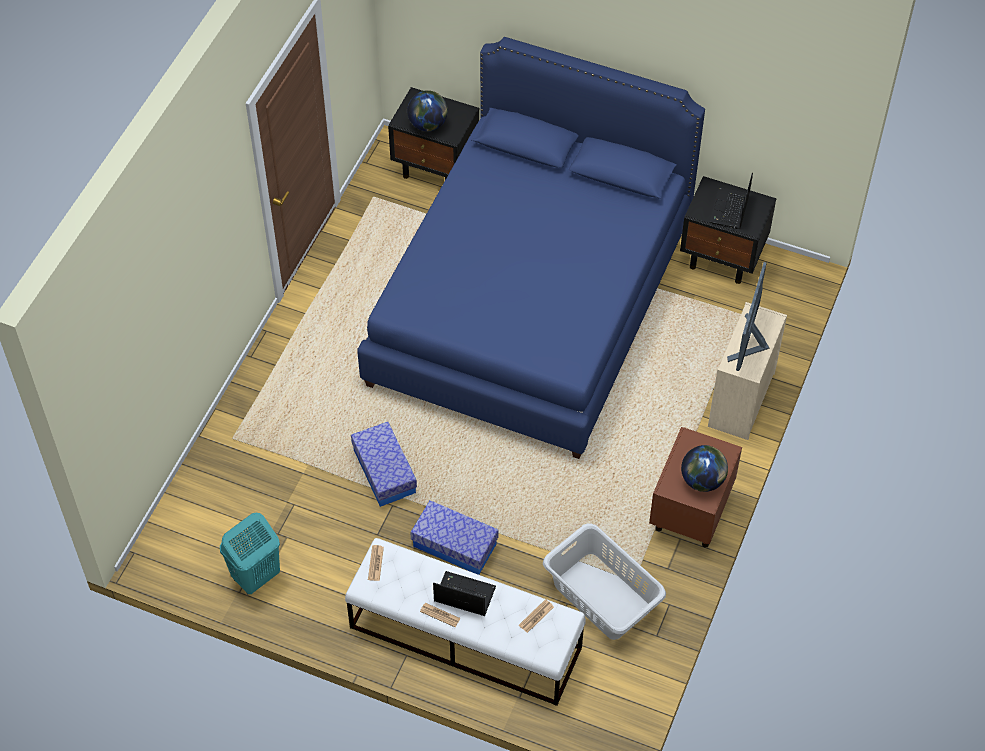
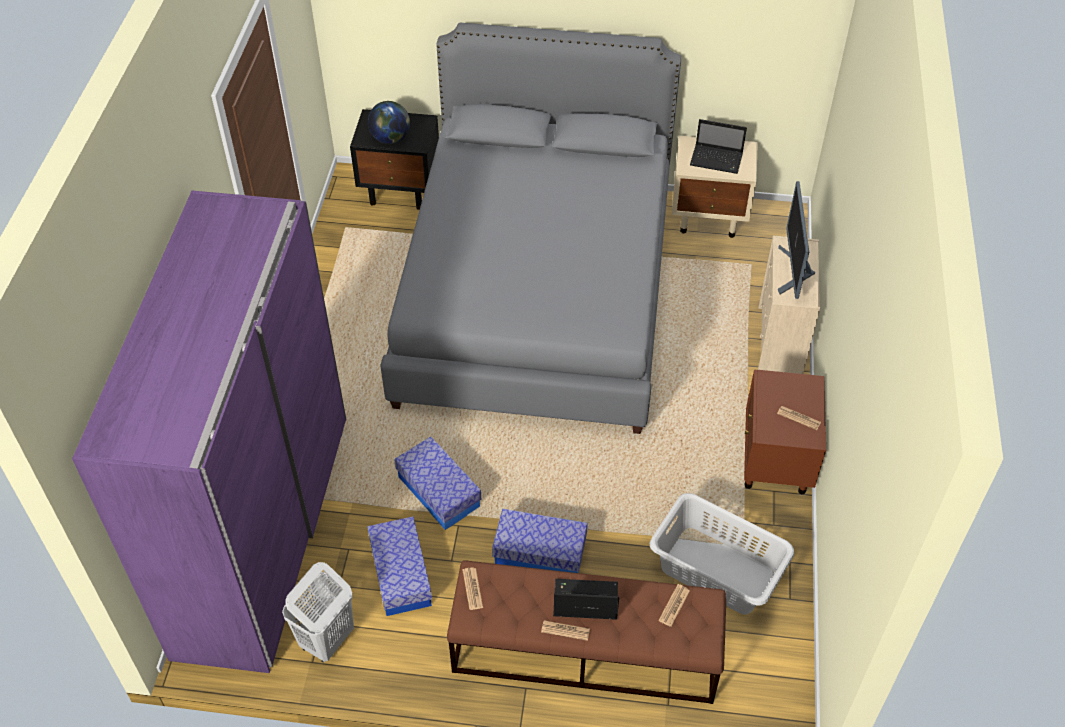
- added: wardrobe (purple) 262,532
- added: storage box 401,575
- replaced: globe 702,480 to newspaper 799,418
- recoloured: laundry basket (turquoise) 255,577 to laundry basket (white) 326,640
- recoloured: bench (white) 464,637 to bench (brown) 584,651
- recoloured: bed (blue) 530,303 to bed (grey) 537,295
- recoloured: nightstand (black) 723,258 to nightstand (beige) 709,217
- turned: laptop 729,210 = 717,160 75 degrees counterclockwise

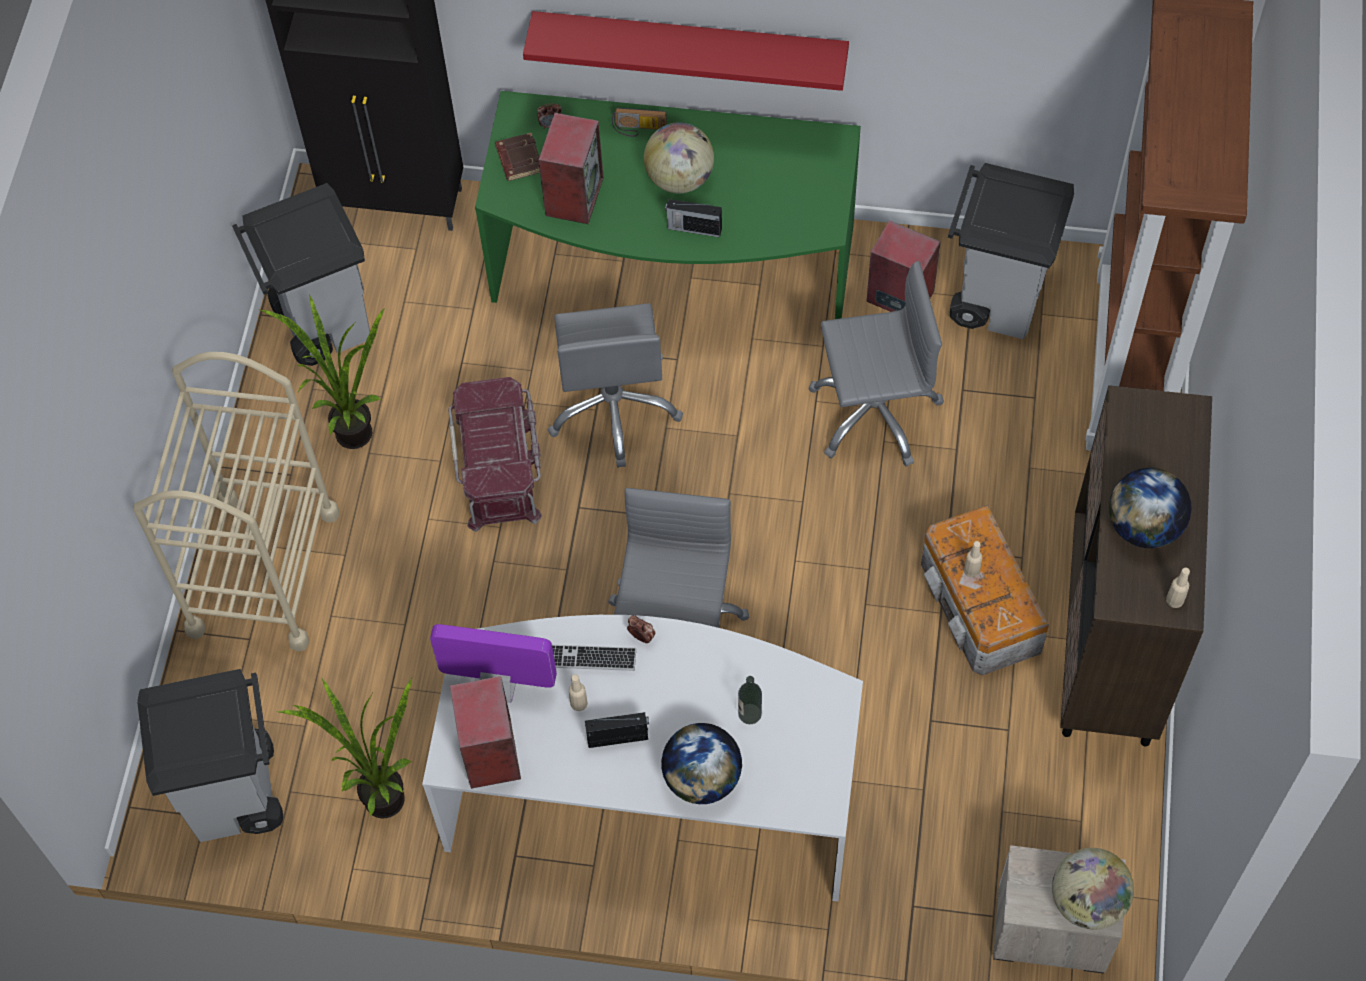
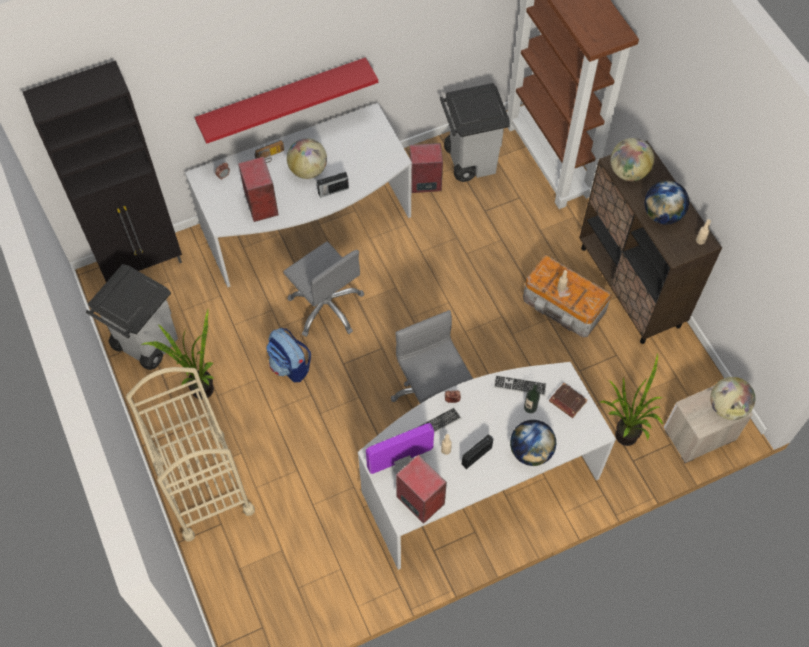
- removed: trash can (grey) 236,795
- removed: office chair (grey) 874,412
- added: keyboard 519,386
- added: globe 628,172
- moved: potted plant 377,795 to 620,436
- moved: book (brown) 518,159 to 567,402
- replaced: storage box (red) 500,468 to backpack 290,366
- recoloured: desk (green) 672,272 to desk (white) 308,226

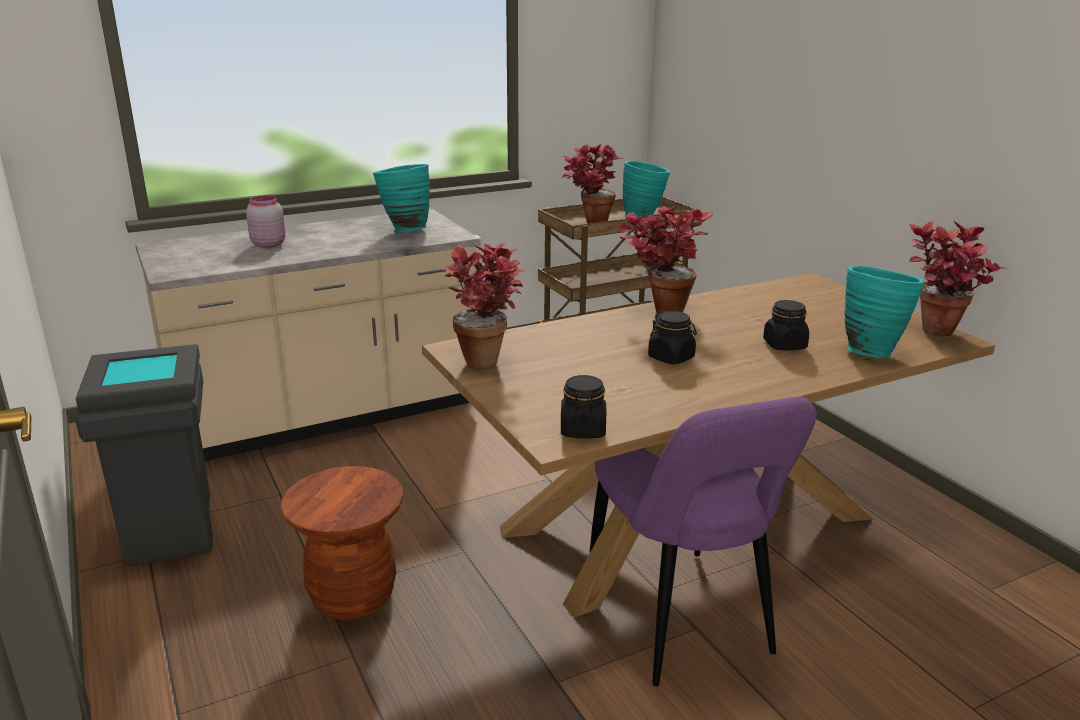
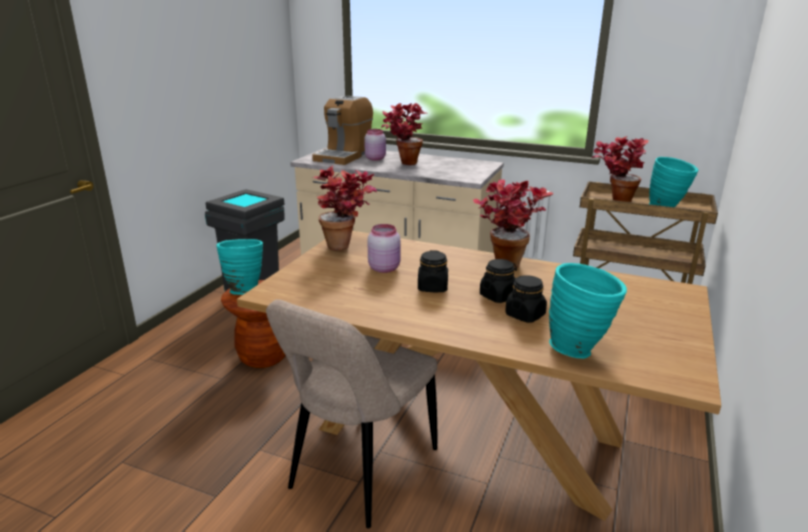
- added: coffee machine 344,155
- added: jar (pink) 384,268
- moved: vase (turquoise) 404,230 to 244,289
- moved: jar (black) 582,430 to 498,296
- moved: potted plant 938,336 to 403,164
- recoloured: chair (purple) 681,621 to chair (beige) 360,472

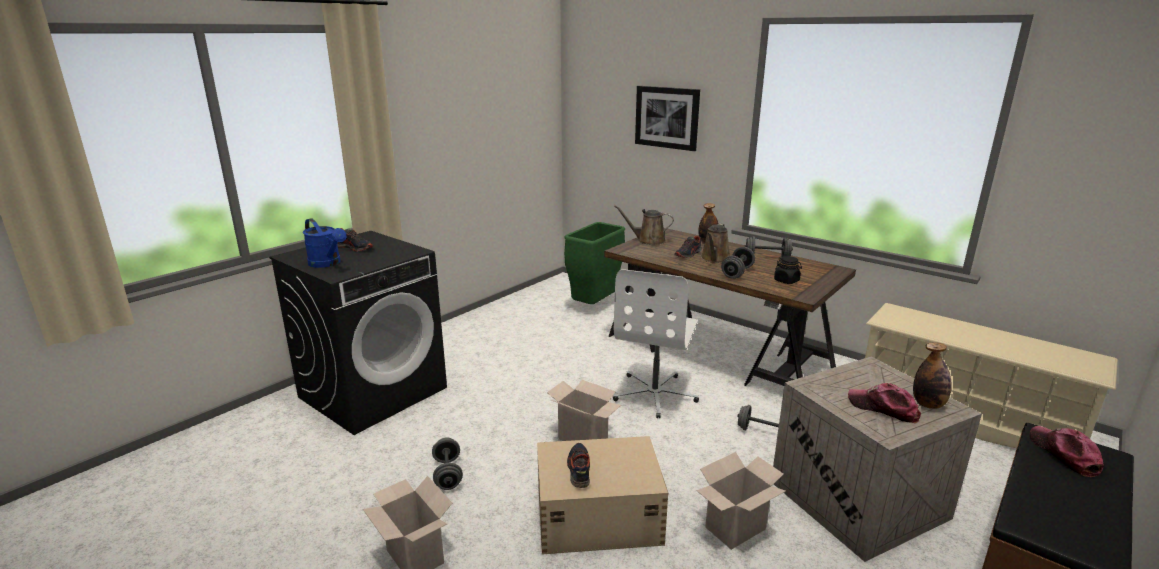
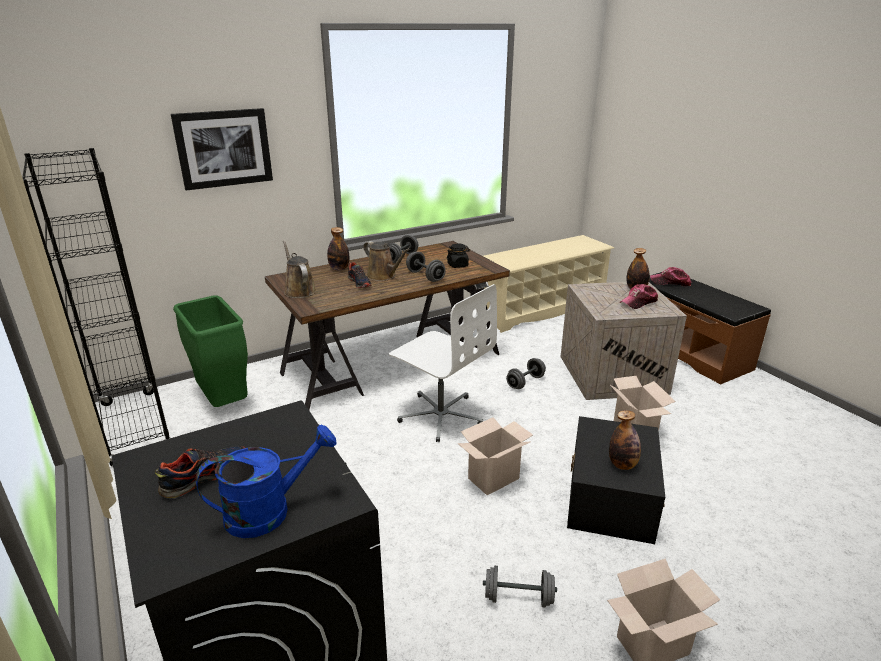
- added: bookcase (black) 135,427
- replaced: shoe 579,470 to bottle 622,465
- recoloured: storage box (beige) 596,516 to storage box (black) 610,498
- turned: watering can (brown) 648,241 = 299,290 120 degrees clockwise

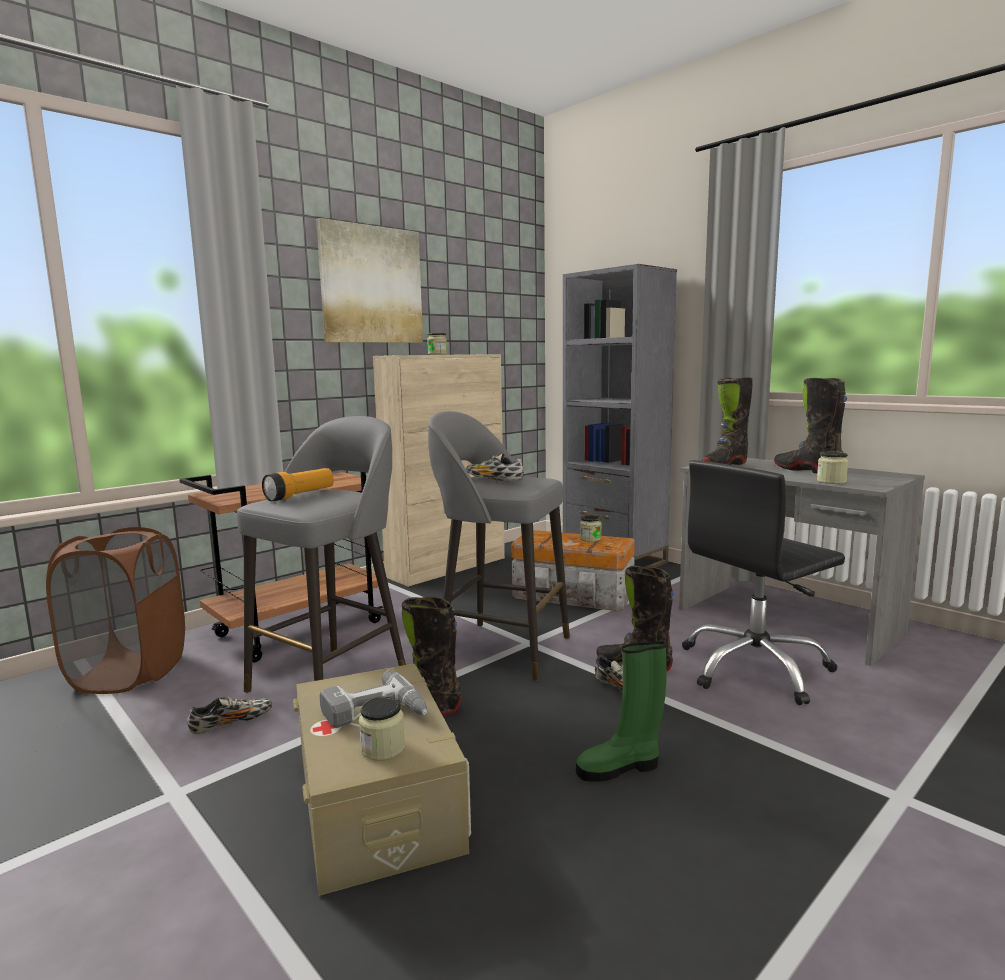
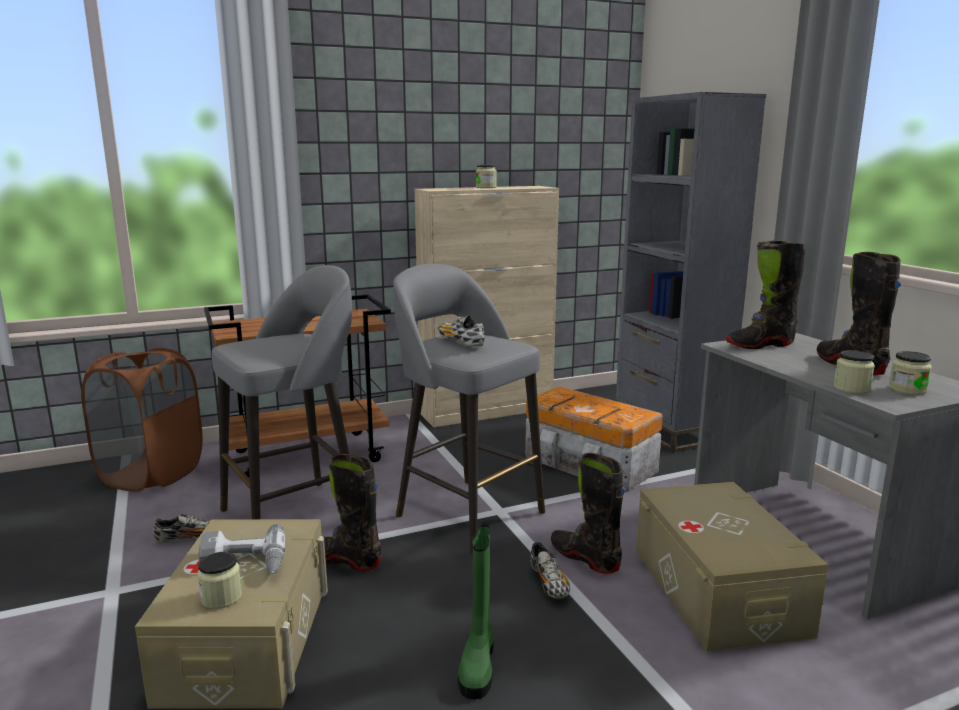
- removed: flashlight 300,495
- removed: picture 371,285
- moved: jar 590,539 to 907,389
- replaced: office chair (black) 755,668 to storage box (beige) 717,591
- turned: boot (green) 620,768 = 478,665 90 degrees counterclockwise

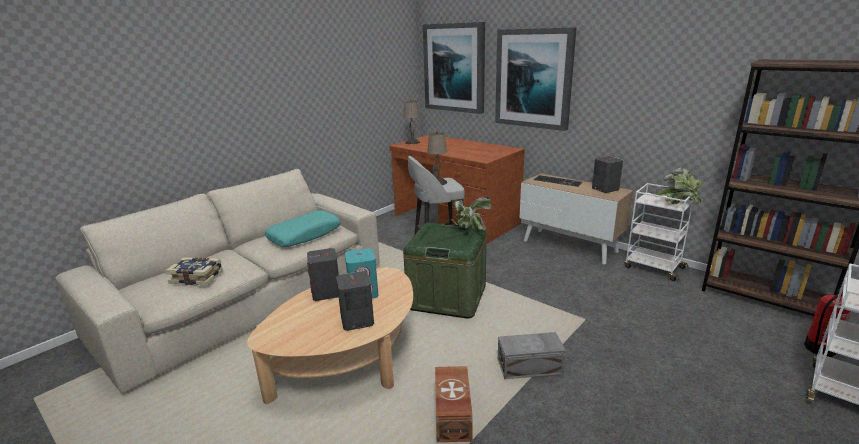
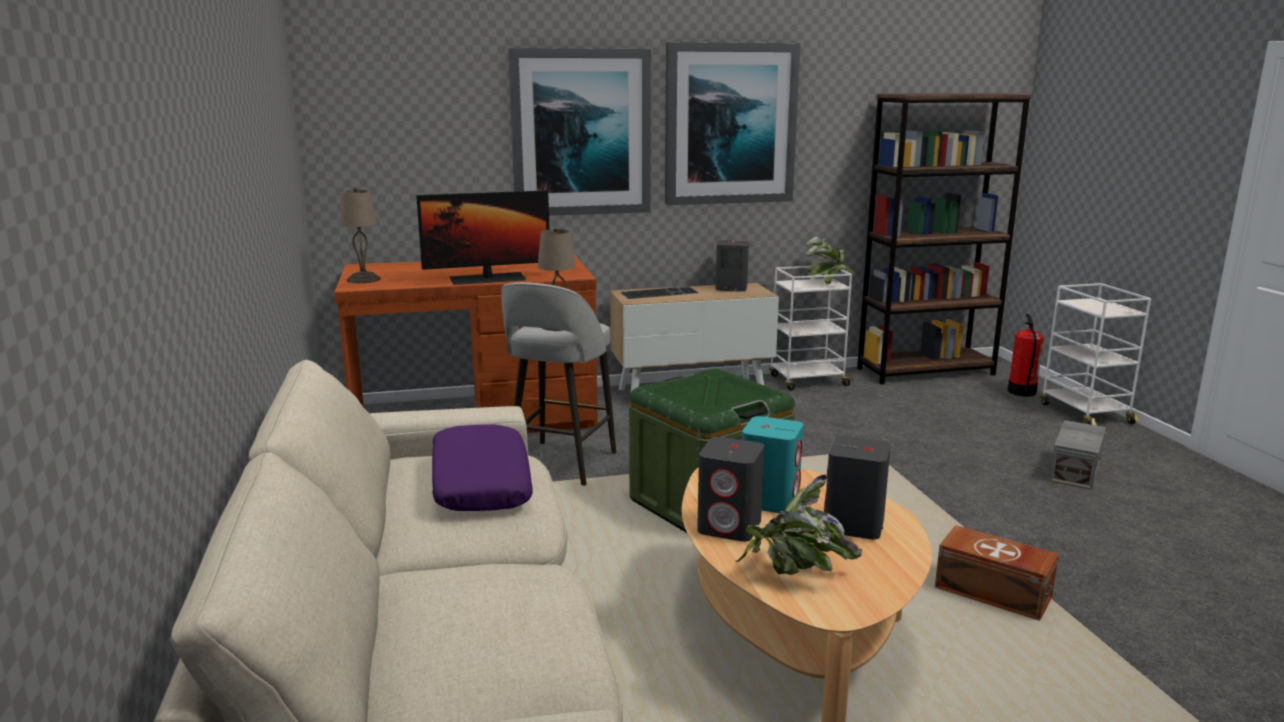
- removed: book 197,277
- added: monitor 487,279
- moved: picture 454,68 to 729,124
- moved: potted plant 469,230 to 794,574
- moved: storage box (grey) 530,368 to 1076,471
- recoloured: pillow (turquoise) 304,235 to pillow (purple) 480,483

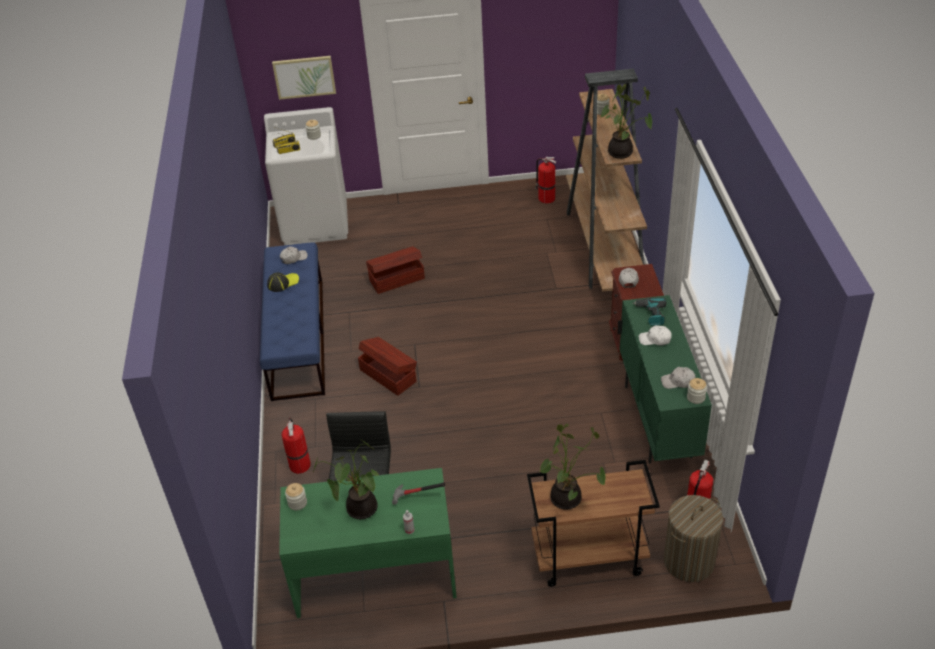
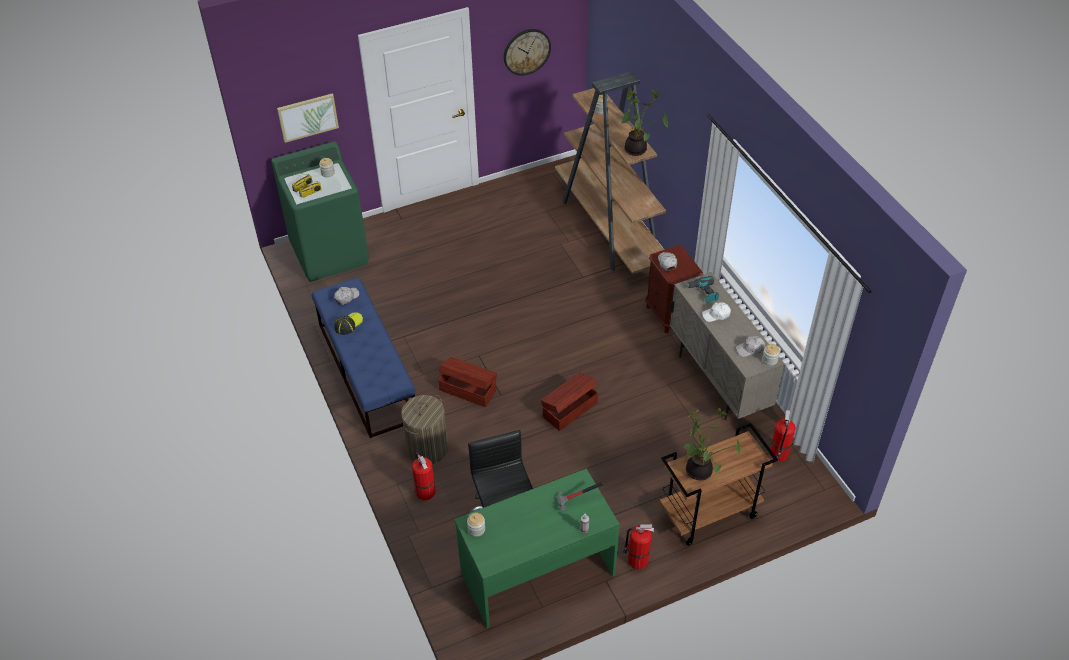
- removed: potted plant 359,509
- added: wall clock 526,51
- moved: storage box (brown) 396,279 to 569,409
- moved: fire extinguisher 545,198 to 636,560
- moved: laundry basket 689,561 to 427,449
- recoloured: washing machine (white) 316,223 to washing machine (green) 330,253
- recoloured: cabinet (green) 657,421 to cabinet (beige) 718,382

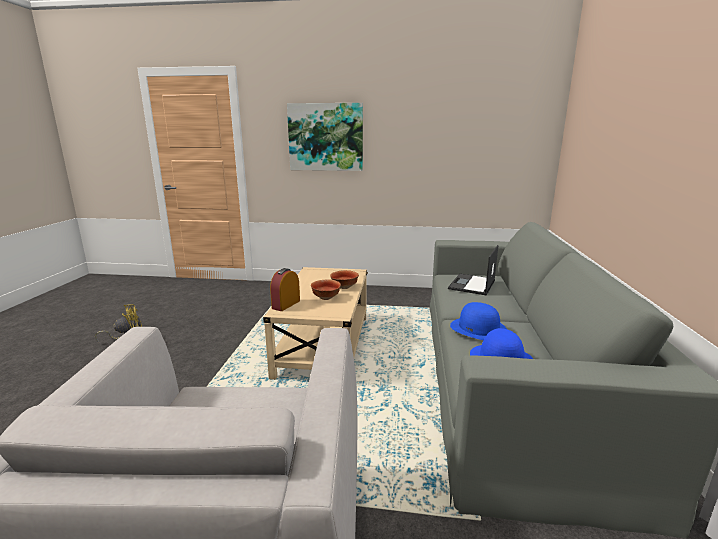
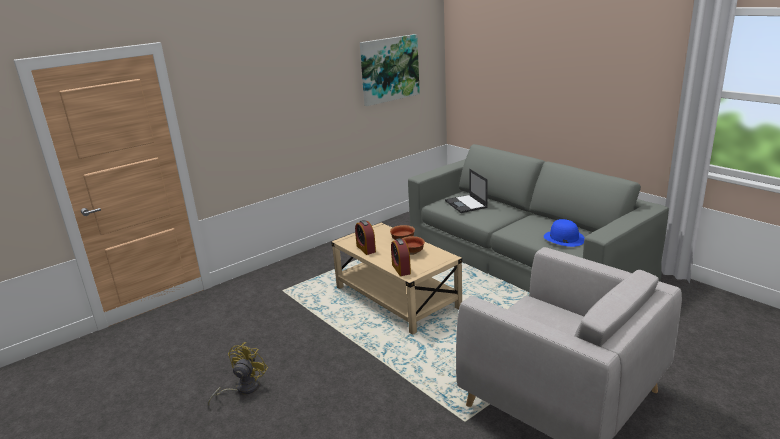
- removed: hat (blue) 479,329
- added: alarm clock 366,249
- moved: picture 325,137 to 389,69

